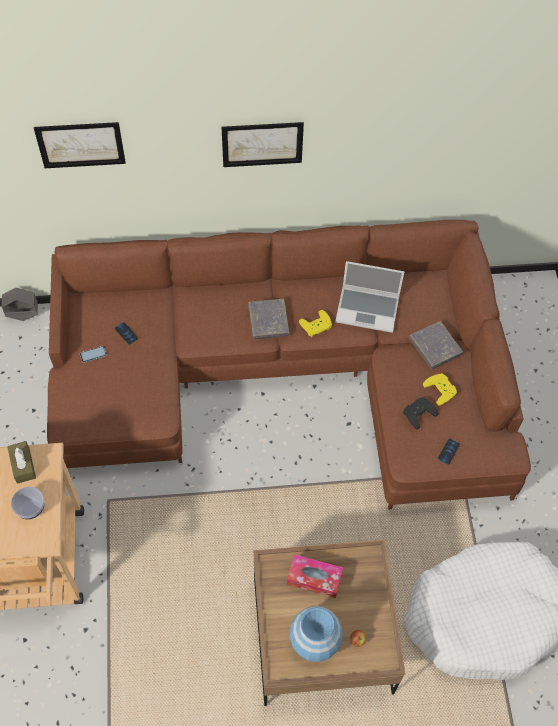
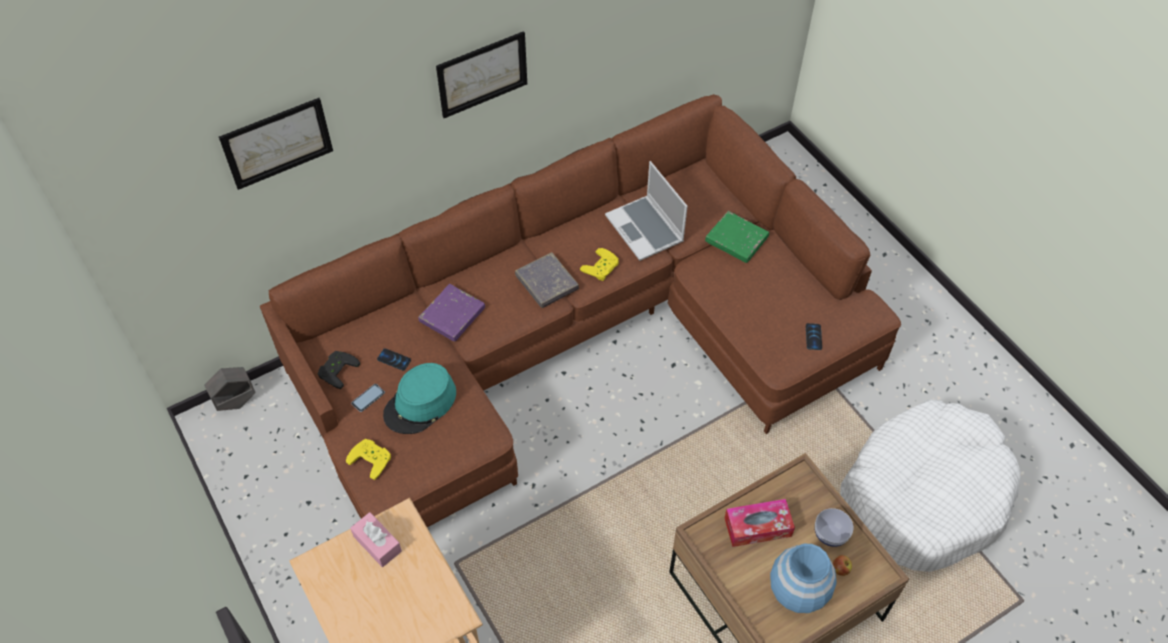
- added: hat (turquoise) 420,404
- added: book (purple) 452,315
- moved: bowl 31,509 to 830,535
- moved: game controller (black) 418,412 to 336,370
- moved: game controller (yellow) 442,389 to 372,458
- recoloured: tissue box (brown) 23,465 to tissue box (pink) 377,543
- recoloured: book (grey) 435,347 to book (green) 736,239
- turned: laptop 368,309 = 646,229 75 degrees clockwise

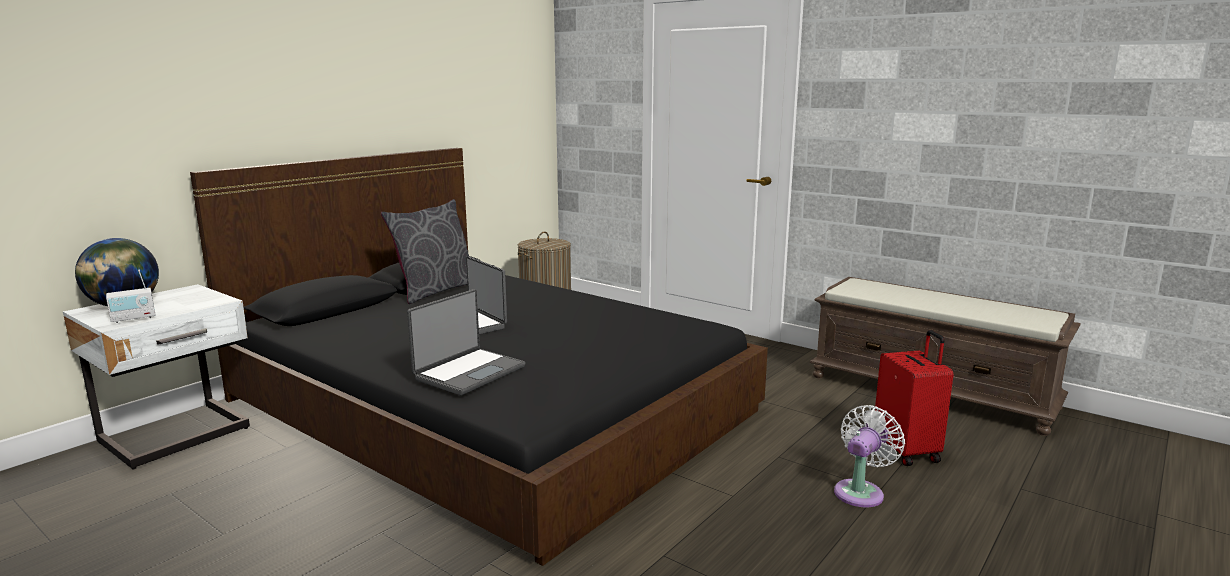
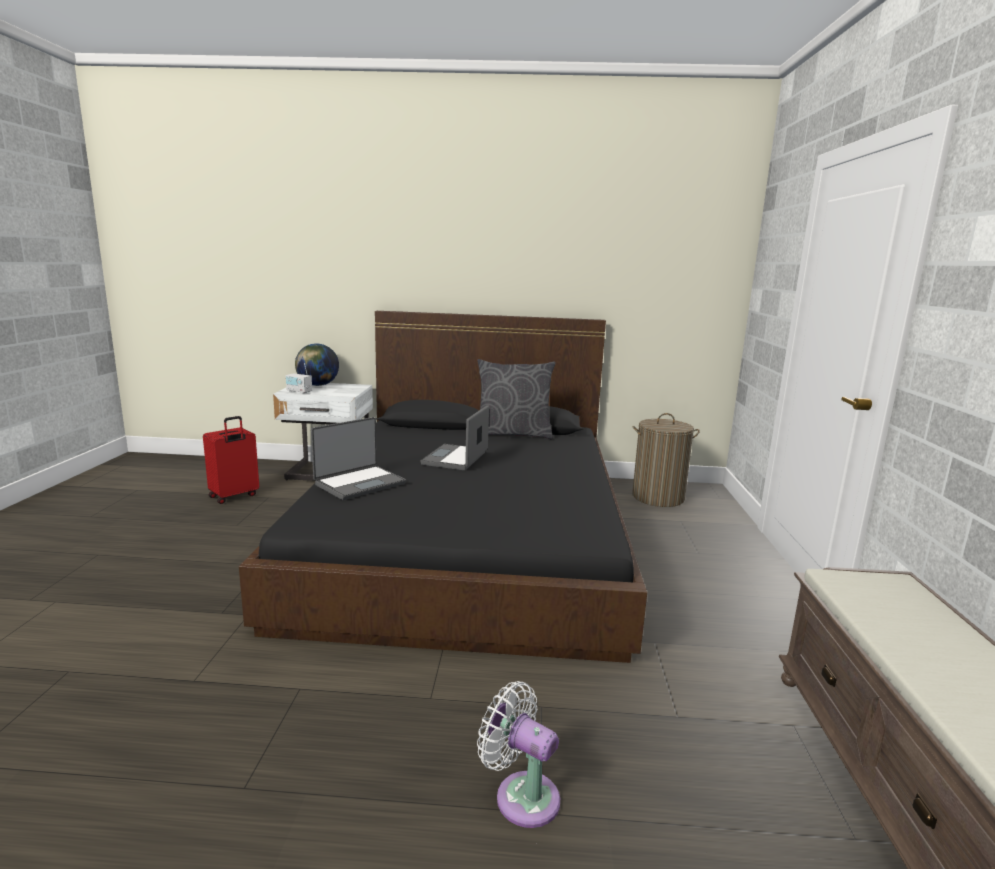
- moved: suitcase (red) 907,451 to 234,496
- turned: laptop 468,372 = 359,483 45 degrees counterclockwise
- turned: fan (white) 861,491 = 521,795 150 degrees counterclockwise

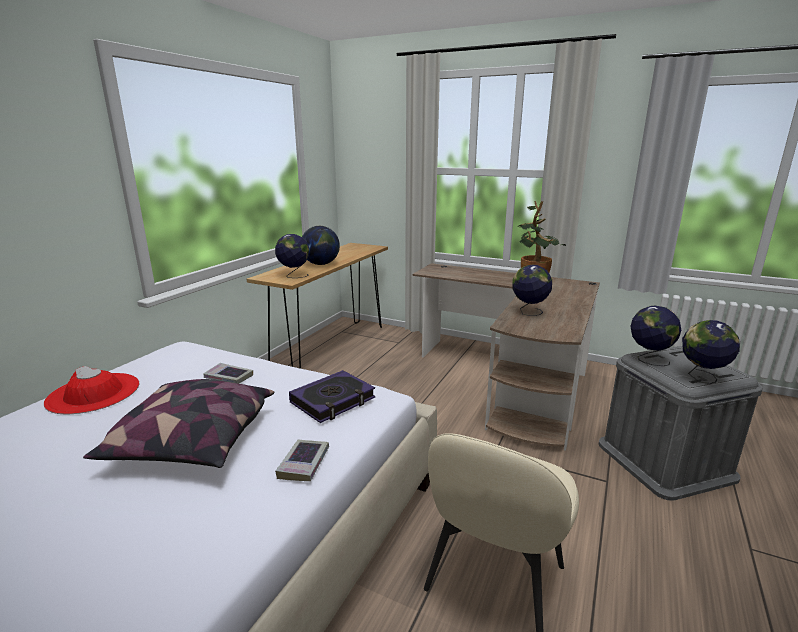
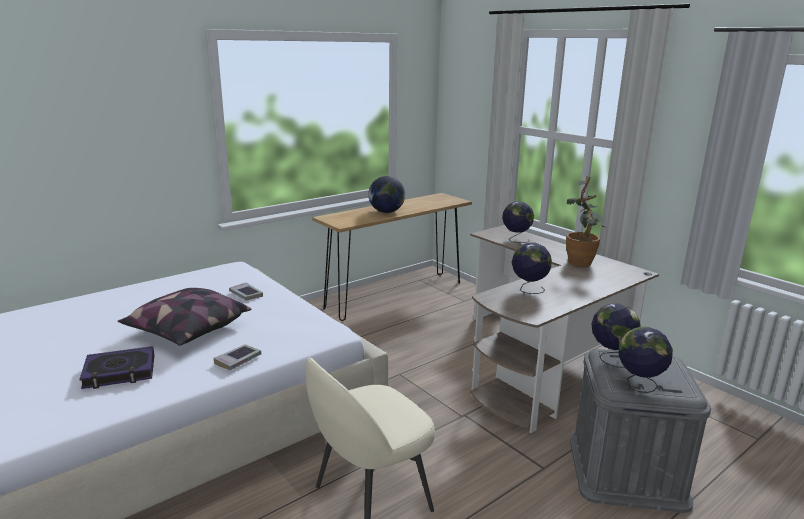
- removed: hat (red) 93,393
- moved: globe 294,276 to 516,239
- moved: book 333,401 to 119,372

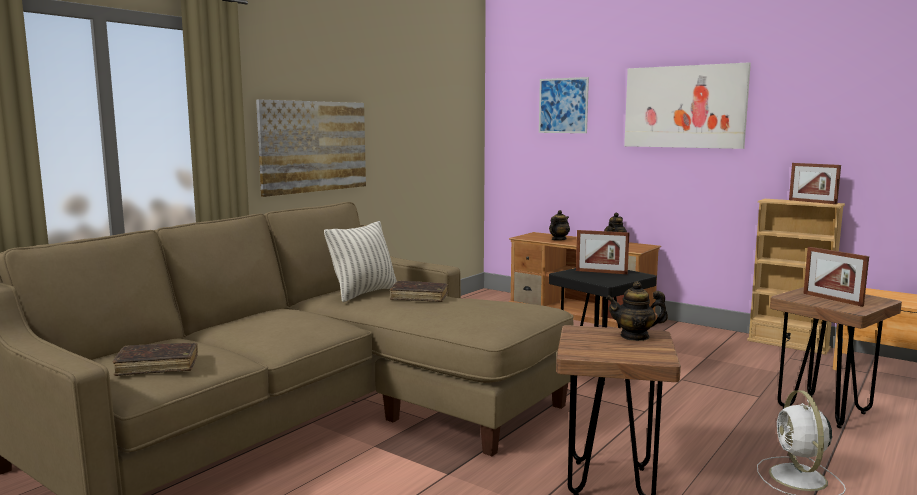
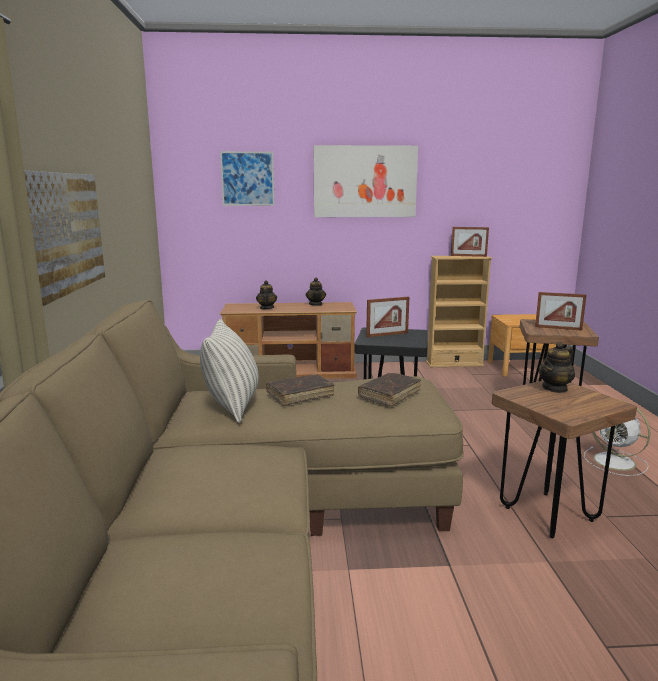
- moved: book (brown) 157,366 to 389,395

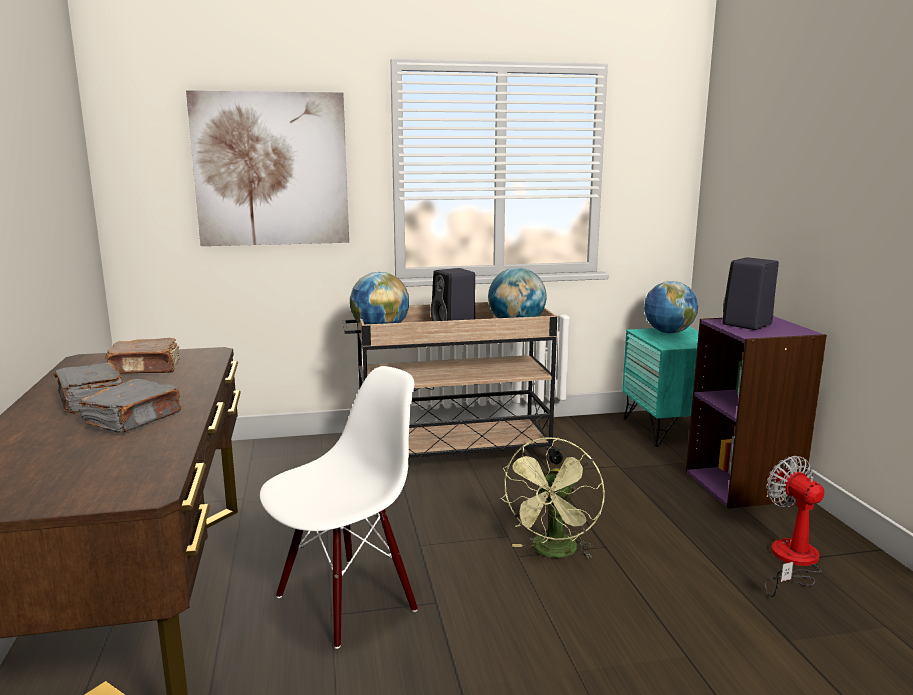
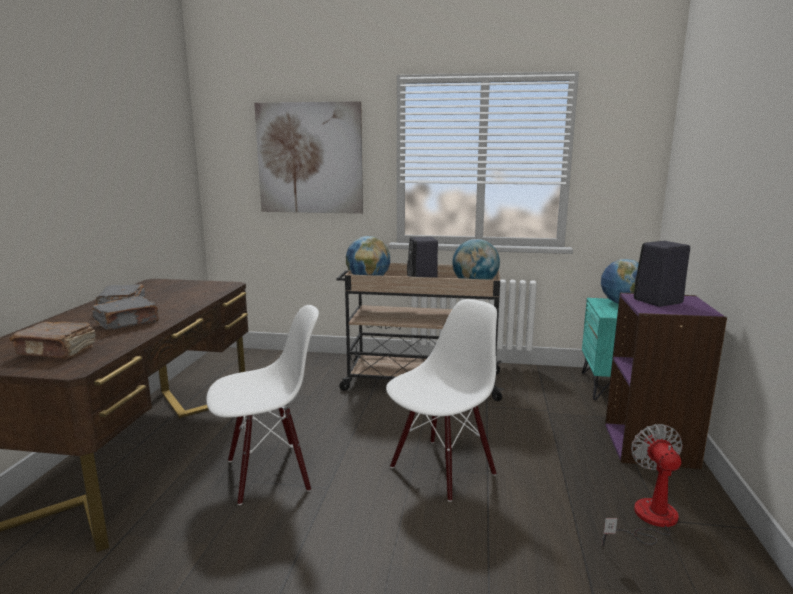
- moved: book (brown) 146,369 to 57,351
- replaced: fan (green) 553,552 to chair (white) 442,469

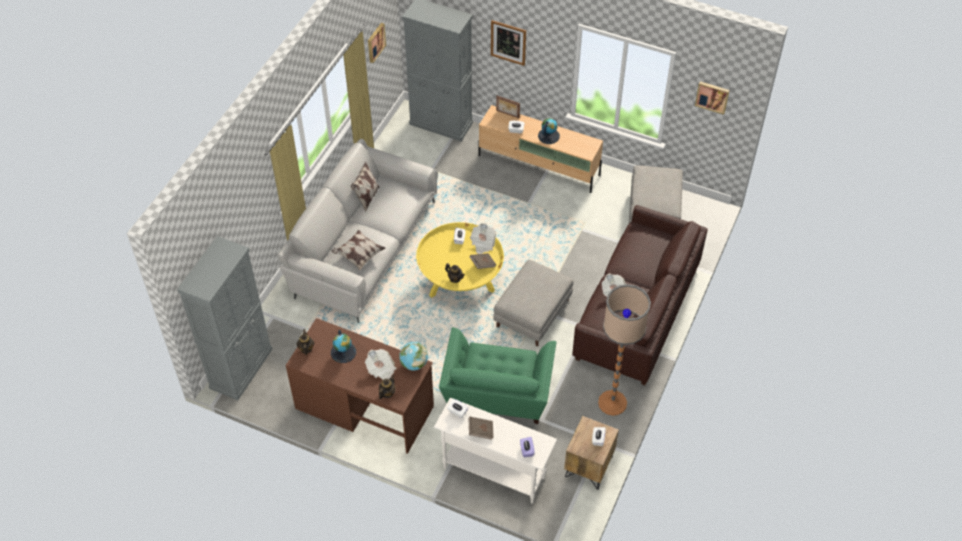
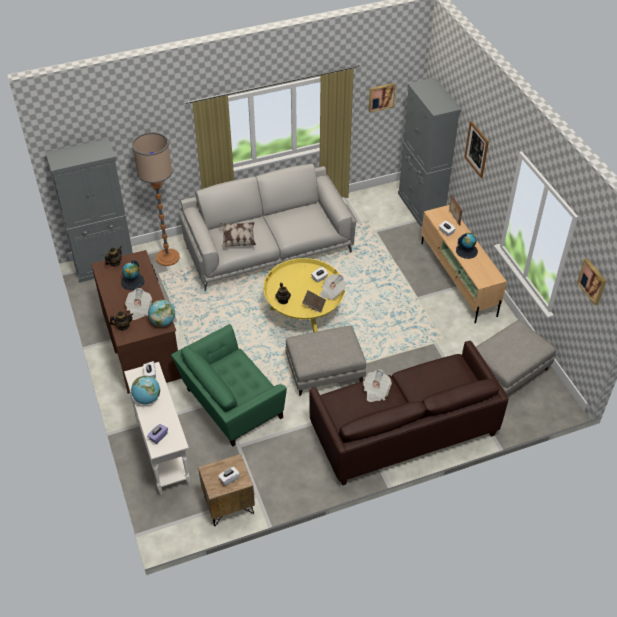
- removed: pillow 366,198
- moved: floor lamp 612,403 to 167,257
- replaced: book (brown) 481,431 to globe 147,399

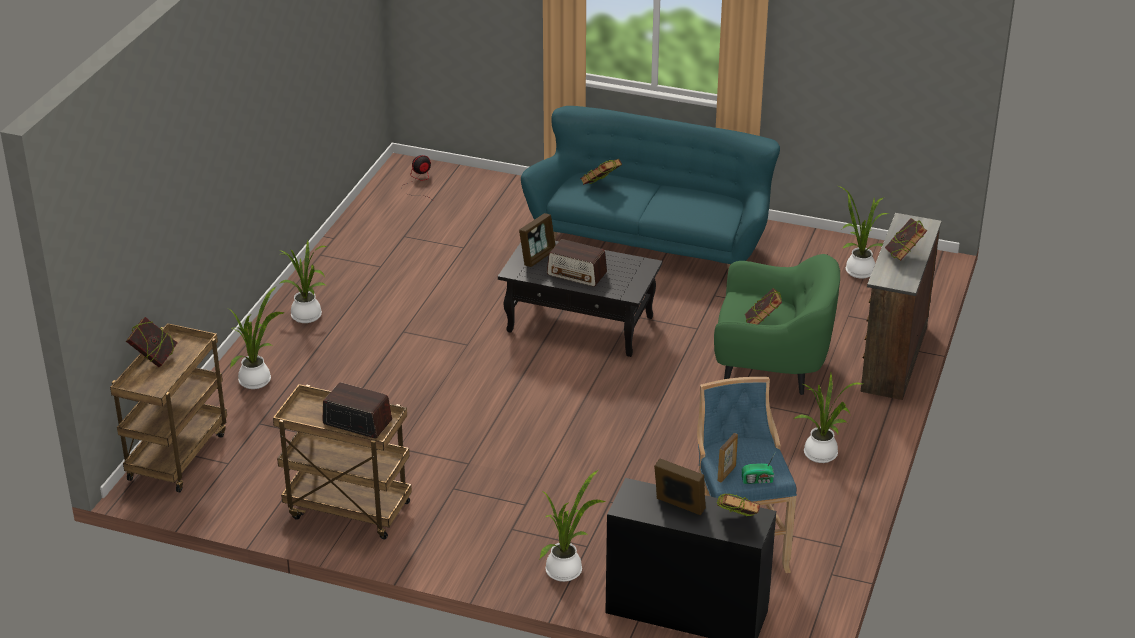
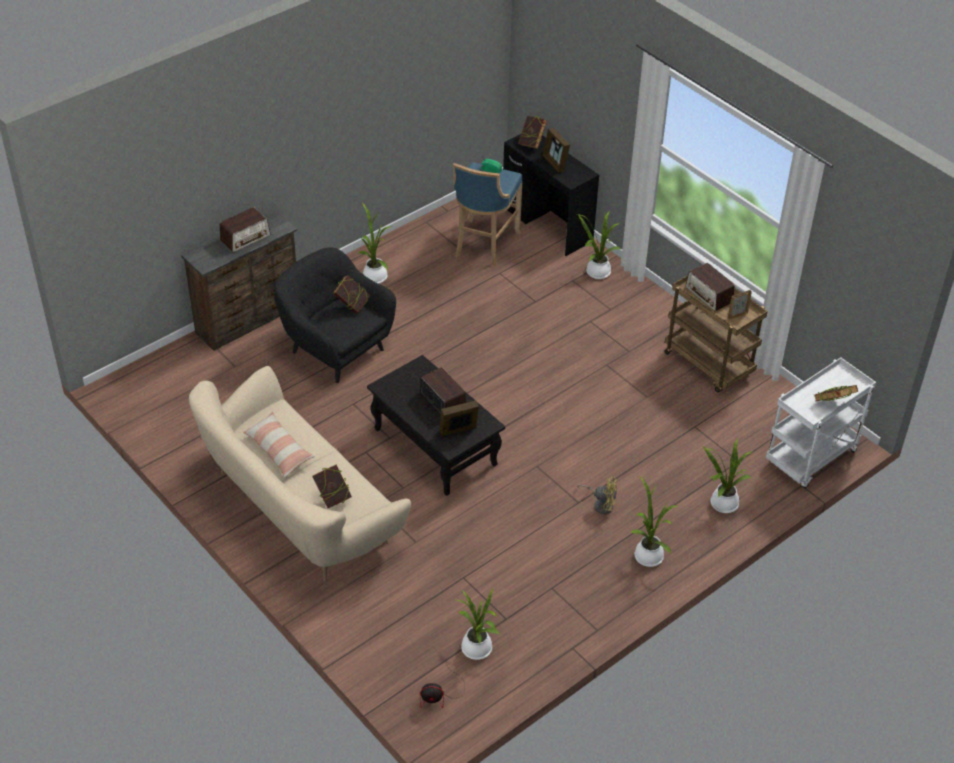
- added: pillow 279,450
- added: fan (yellow) 601,504
- moved: picture frame 727,473 to 737,315
- moved: potted plant 858,270 to 477,650
- replaced: book 903,256 to radio 245,238
- recoloured: cart (brown) 177,454 to cart (white) 811,459
- recoloured: sofa (turquoise) 652,240 to sofa (beige) 298,508
- recoloured: armchair (green) 772,367 to armchair (black) 335,349

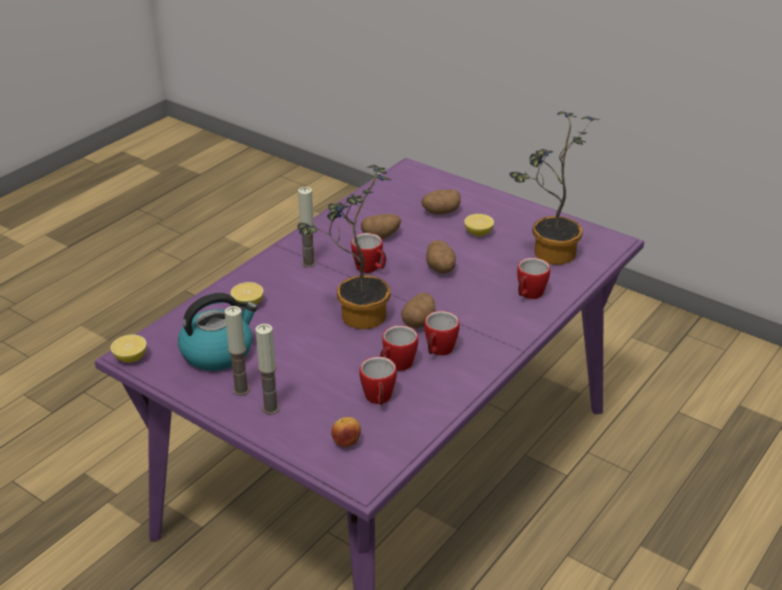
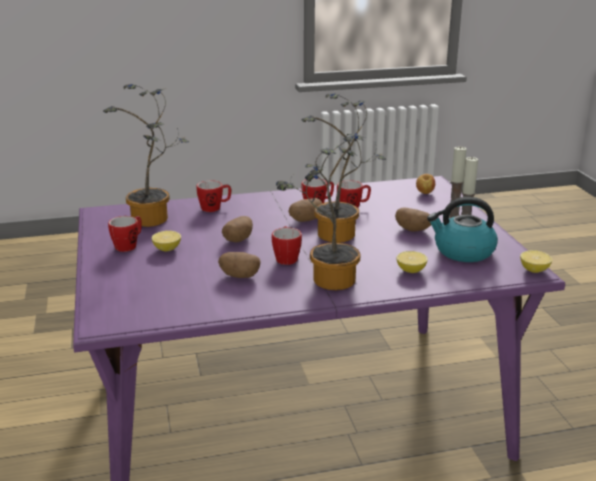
- moved: mug 378,399 to 129,245
- moved: potato 440,212 to 413,230
- replaced: candle 308,263 to potted plant 327,279

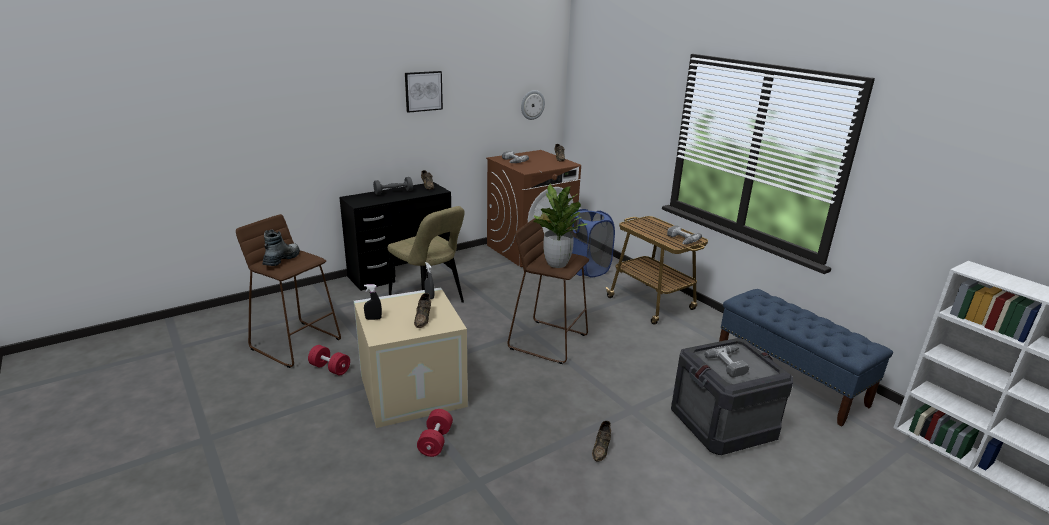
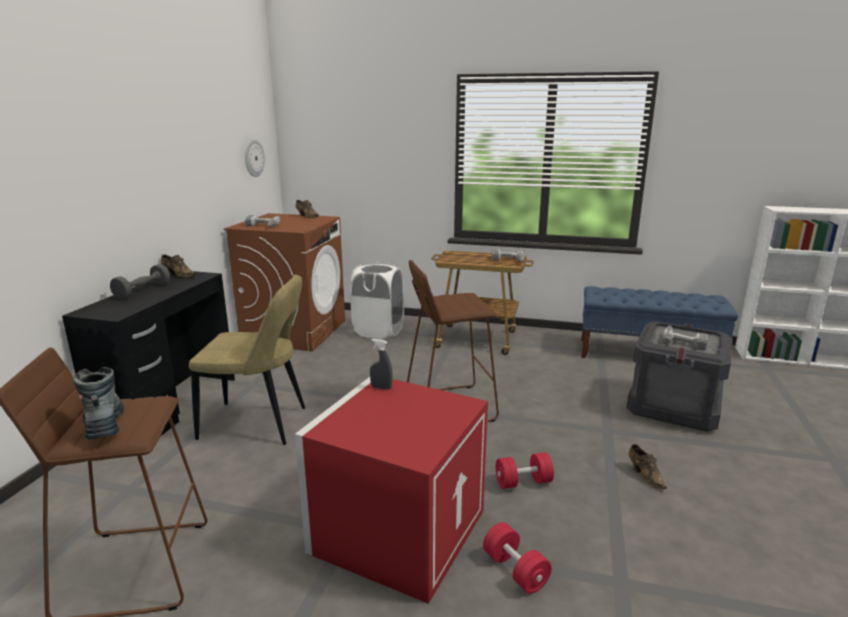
- removed: spray bottle (black) 373,319
- removed: picture 423,91
- removed: shoe (brown) 423,318
- removed: potted plant 556,264
- moved: dumbbell (red) 330,368 to 523,482
- recoloured: storage box (beige) 413,389 to storage box (red) 397,529
- recoloured: laundry basket (blue) 586,269 to laundry basket (white) 378,331

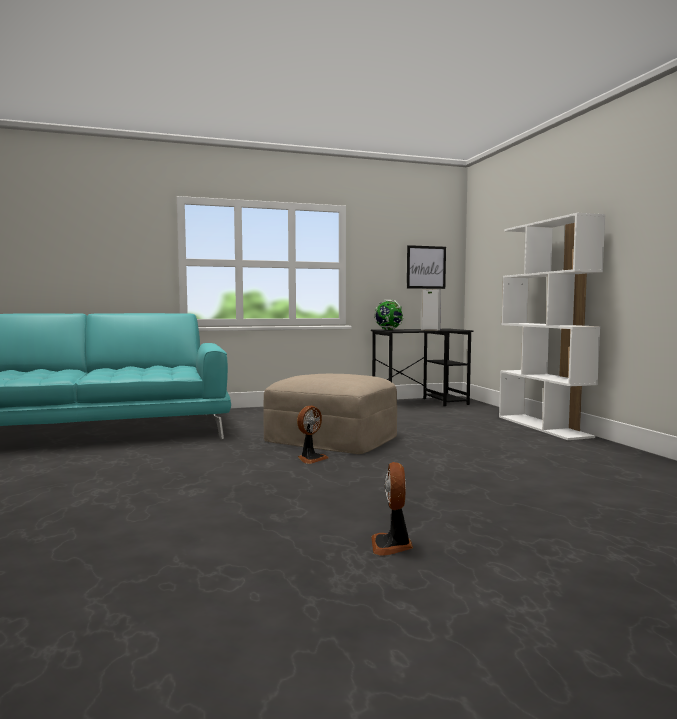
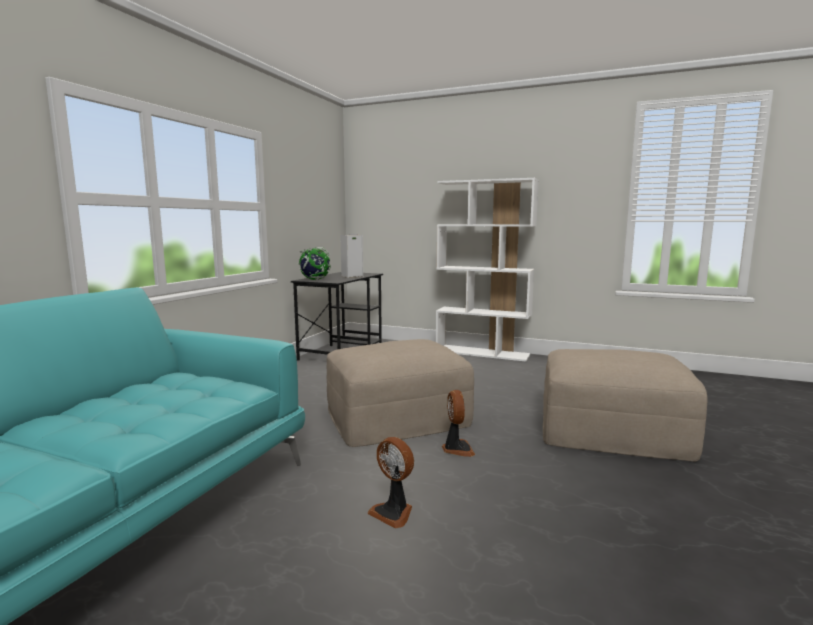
- removed: picture 426,267
- added: ottoman (beige) 612,429
- moved: fan 392,545 to 393,512

